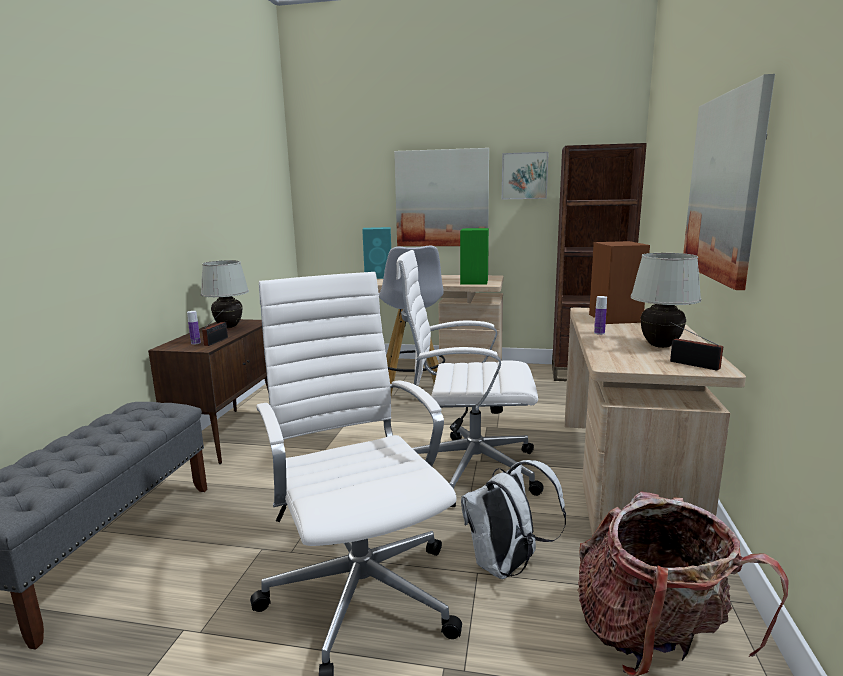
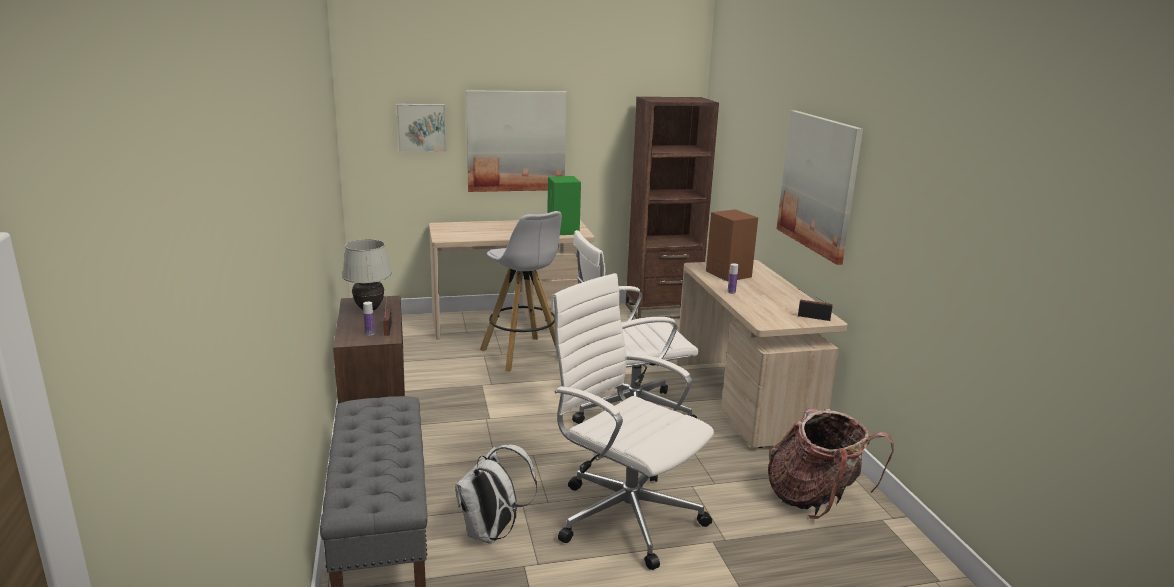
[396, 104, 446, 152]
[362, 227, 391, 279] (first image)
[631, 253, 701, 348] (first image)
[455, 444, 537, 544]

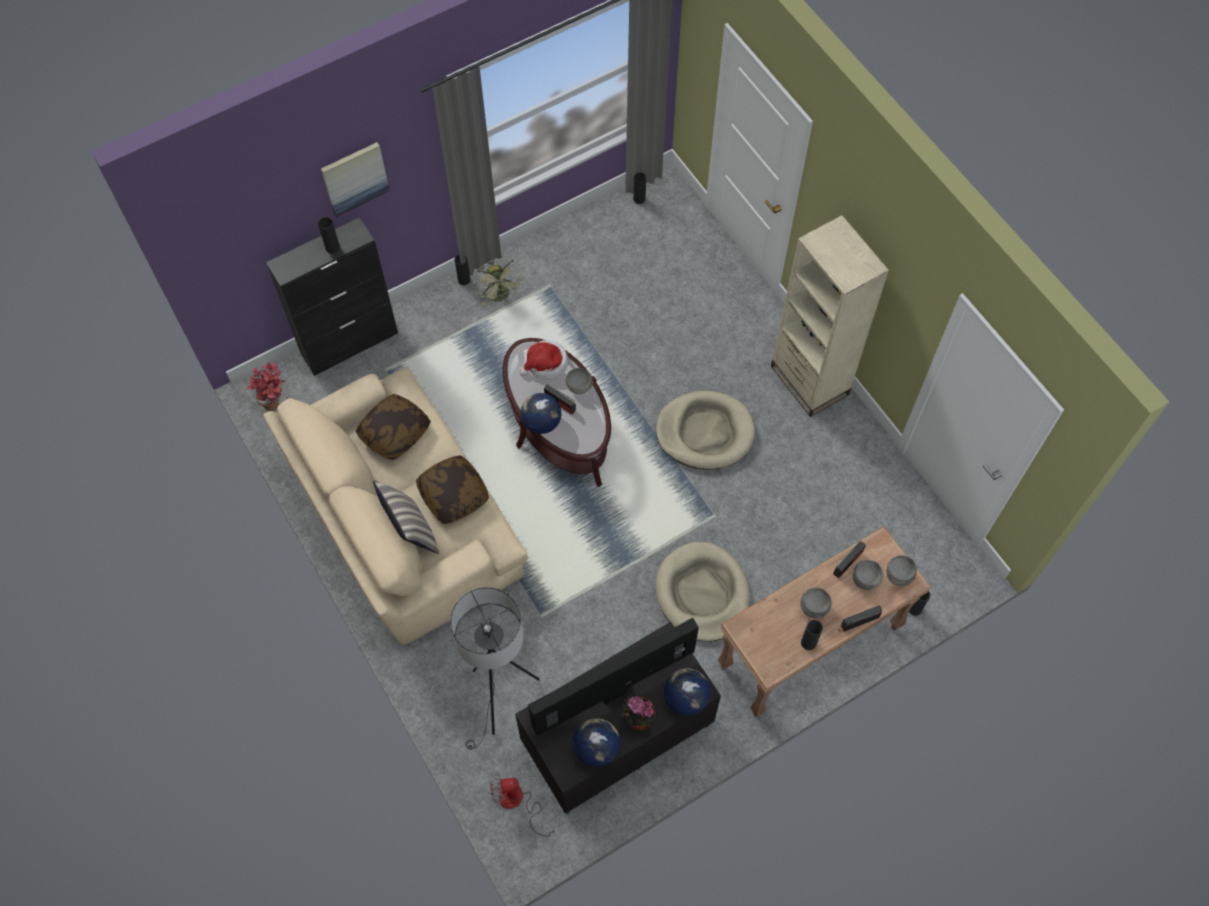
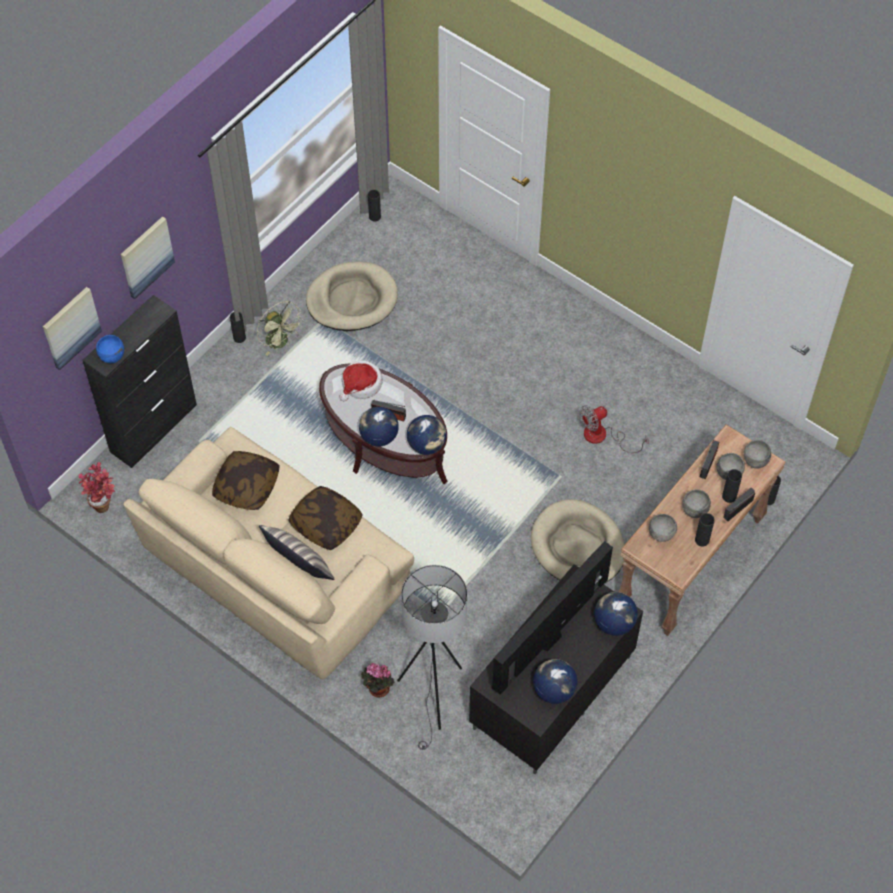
[771, 215, 889, 417] (first image)
[722, 469, 742, 503]
[649, 514, 677, 542]
[306, 262, 398, 331]
[361, 663, 394, 698]
[580, 405, 649, 453]
[43, 287, 102, 370]
[96, 335, 124, 363]
[407, 415, 447, 455]

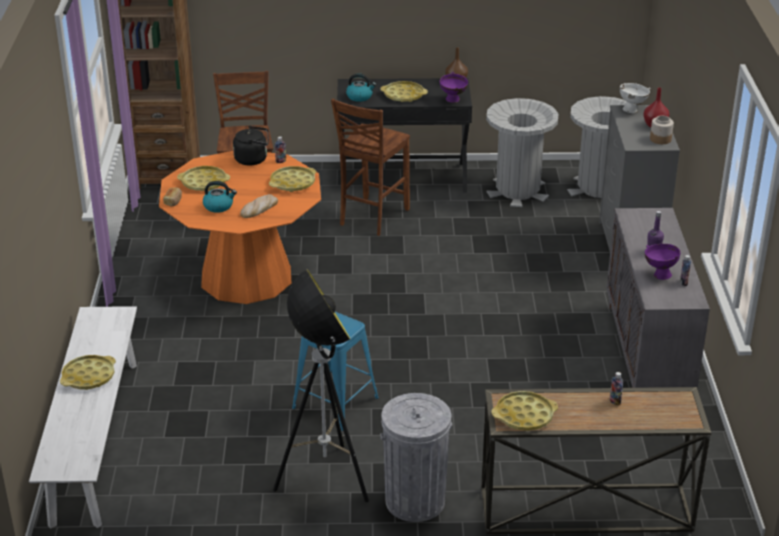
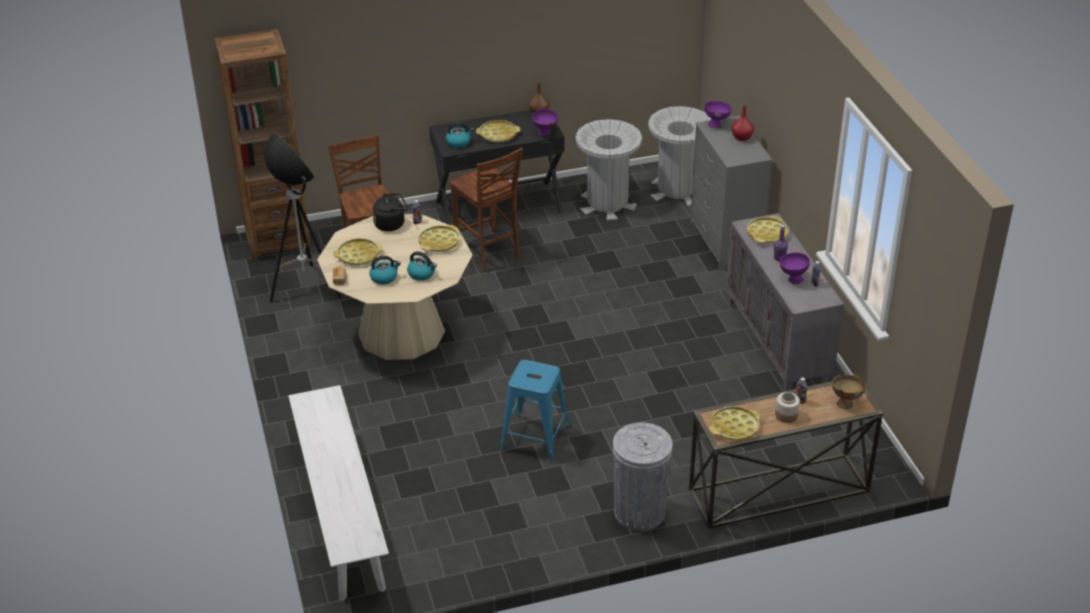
[705, 101, 732, 128]
[450, 148, 523, 272]
[775, 392, 800, 423]
[317, 214, 473, 360]
[407, 251, 437, 281]
[264, 132, 341, 303]
[747, 216, 789, 243]
[832, 374, 866, 409]

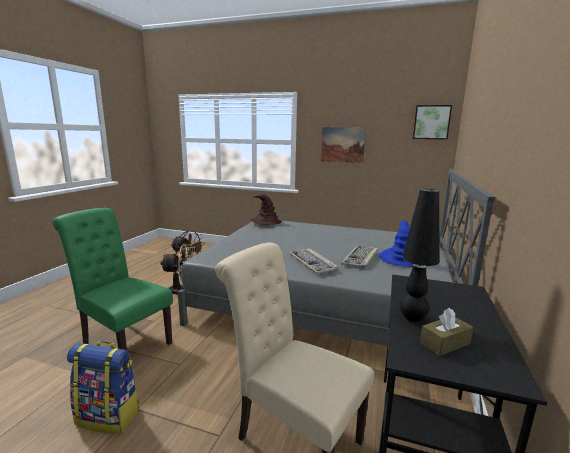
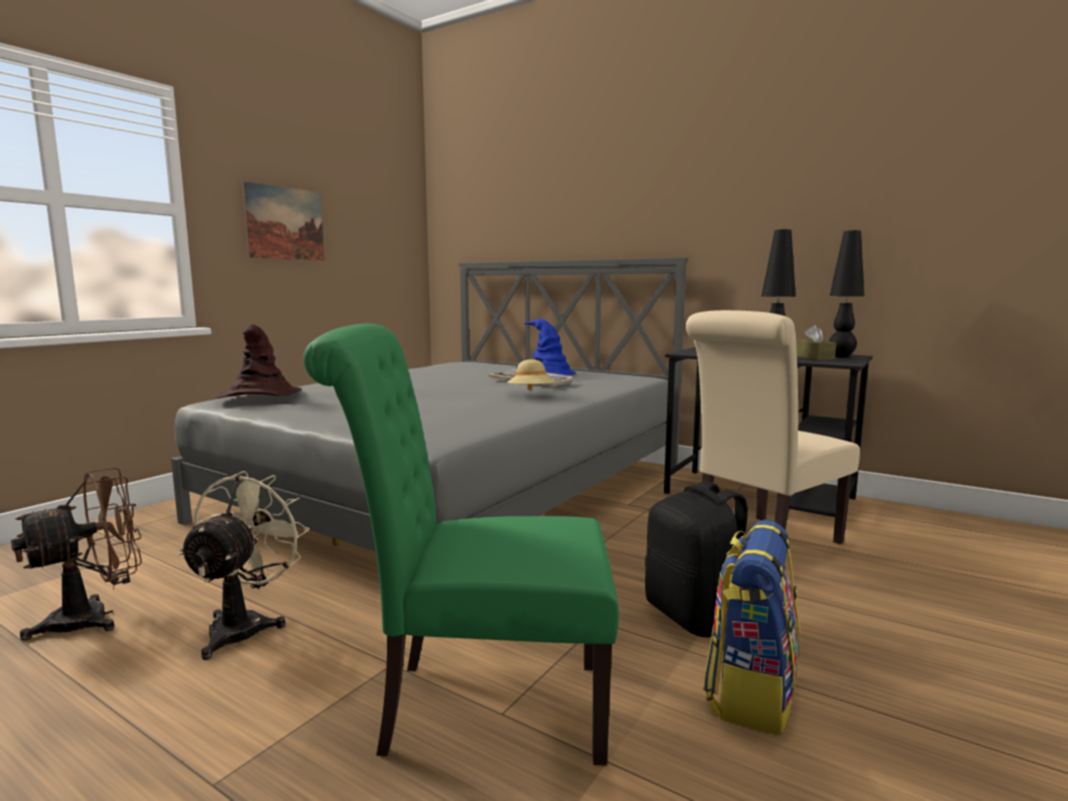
[413, 105, 452, 140] (first image)
[303, 324, 619, 765]
[506, 359, 556, 391]
[829, 230, 864, 357]
[645, 481, 748, 637]

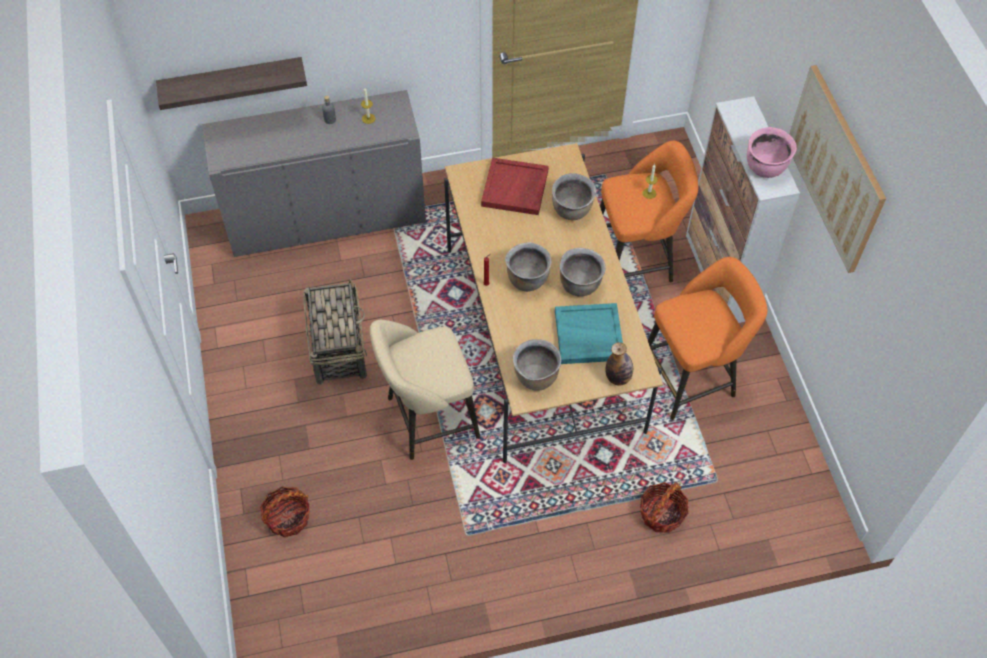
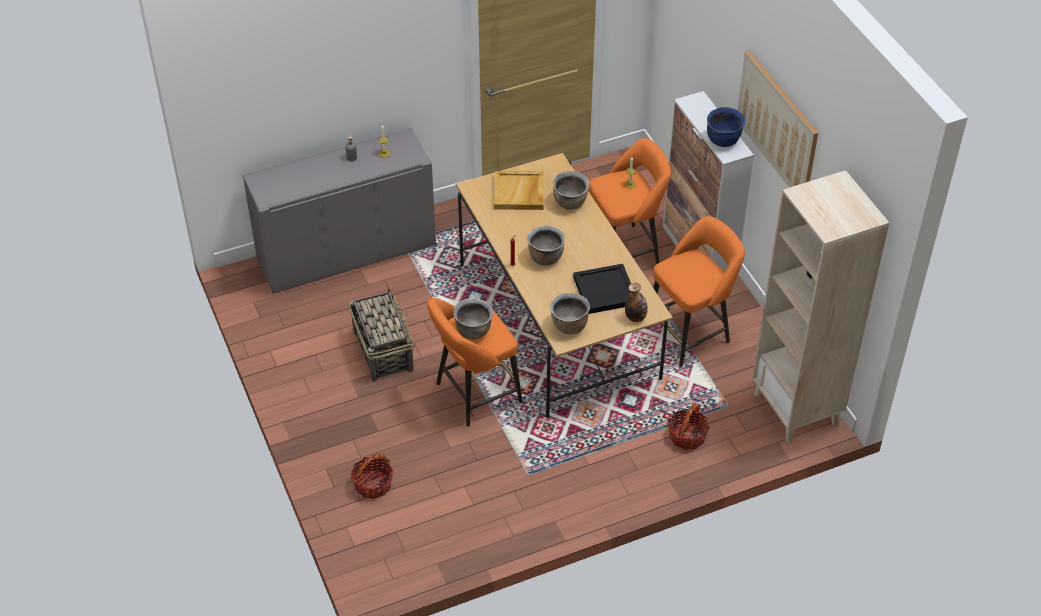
[156, 57, 307, 110] (first image)
[707, 107, 745, 147]
[494, 171, 544, 210]
[454, 298, 493, 340]
[573, 264, 631, 314]
[427, 298, 523, 427]
[752, 170, 889, 443]

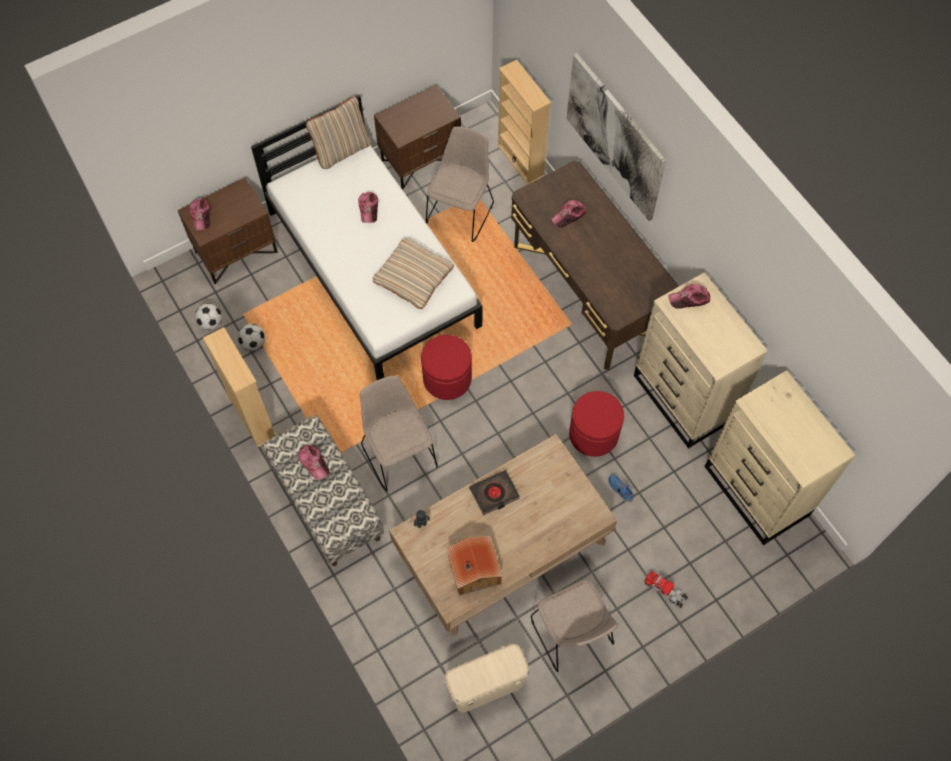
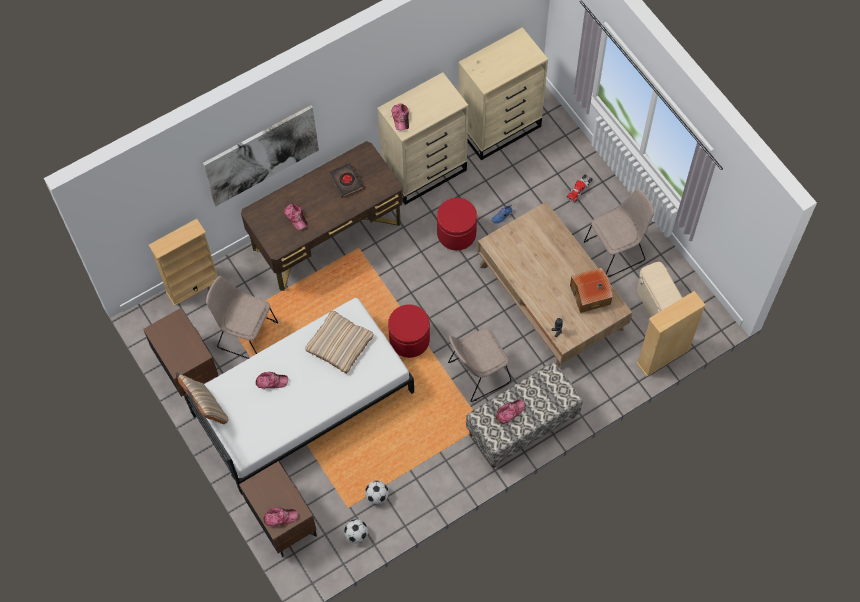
[636, 291, 706, 376]
[329, 163, 364, 198]

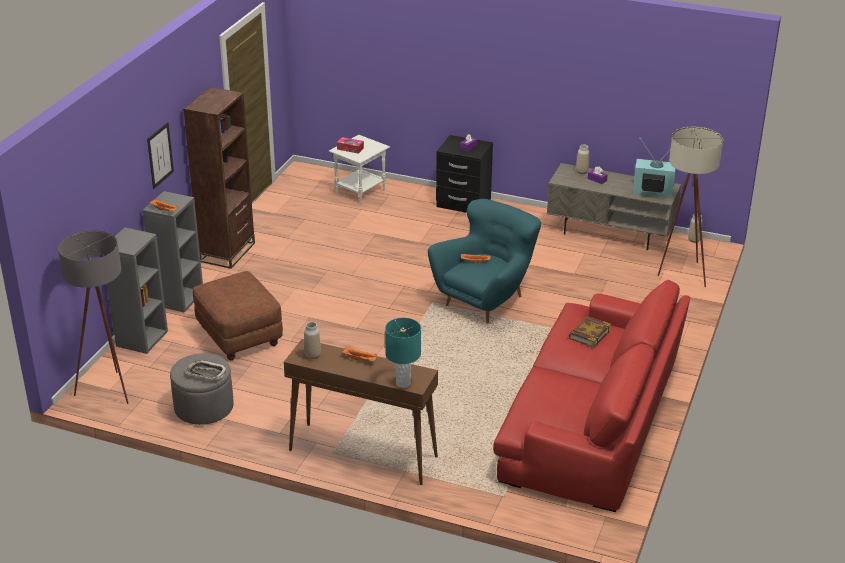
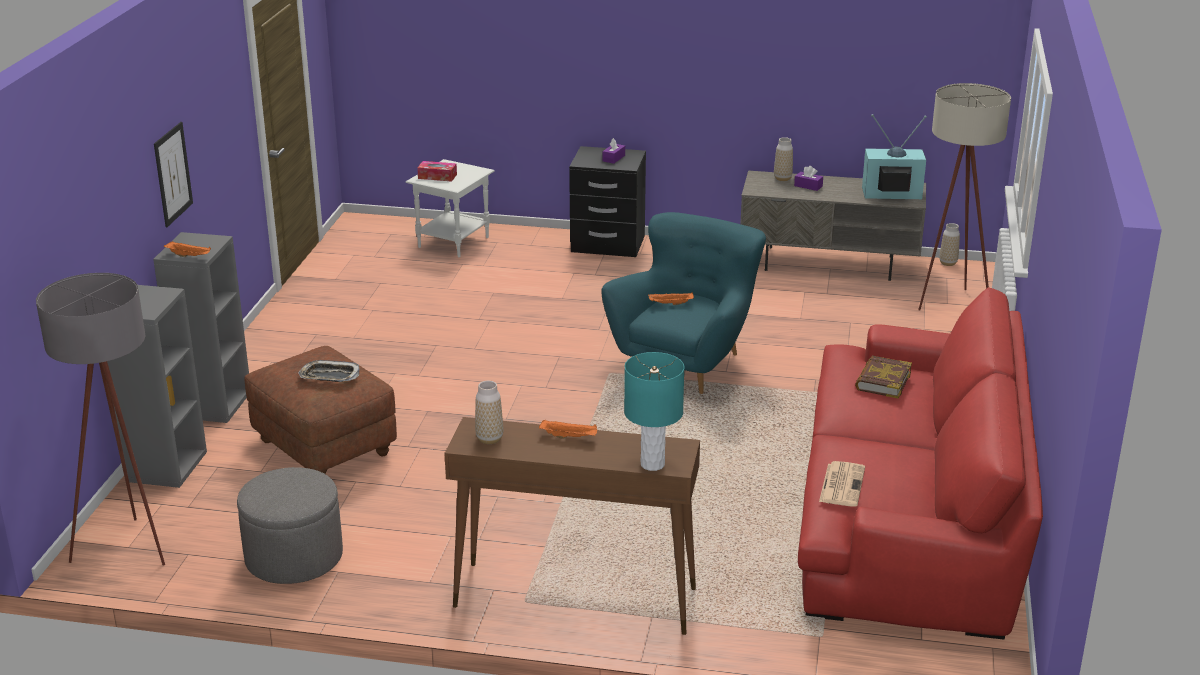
[183, 87, 255, 269] (first image)
[298, 360, 359, 382]
[819, 461, 865, 507]

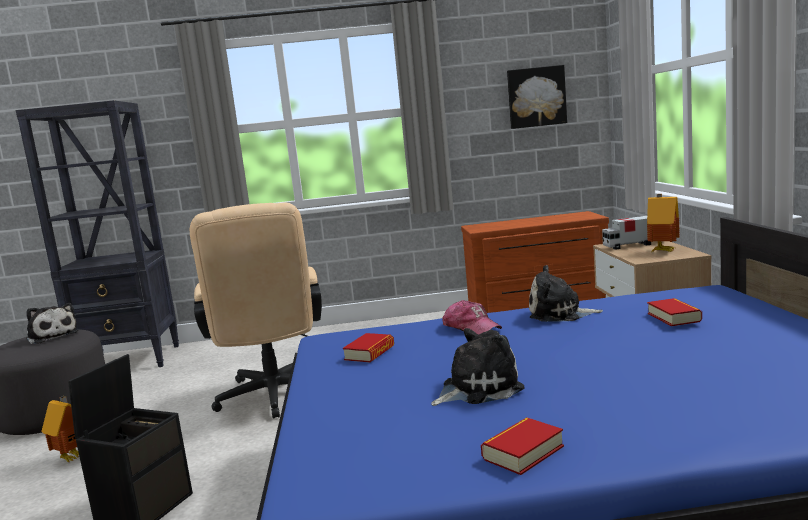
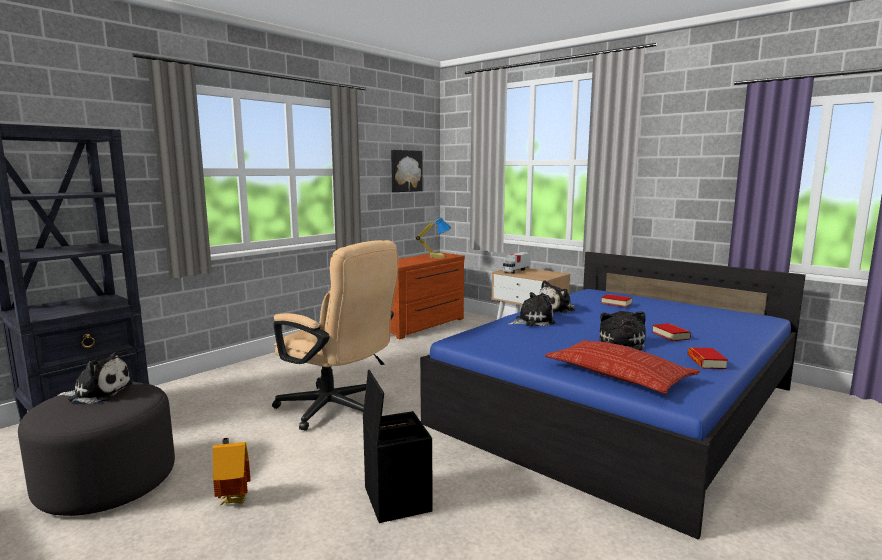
[647, 194, 680, 252] (first image)
[508, 292, 555, 326]
[652, 323, 691, 341]
[416, 217, 451, 258]
[545, 340, 700, 394]

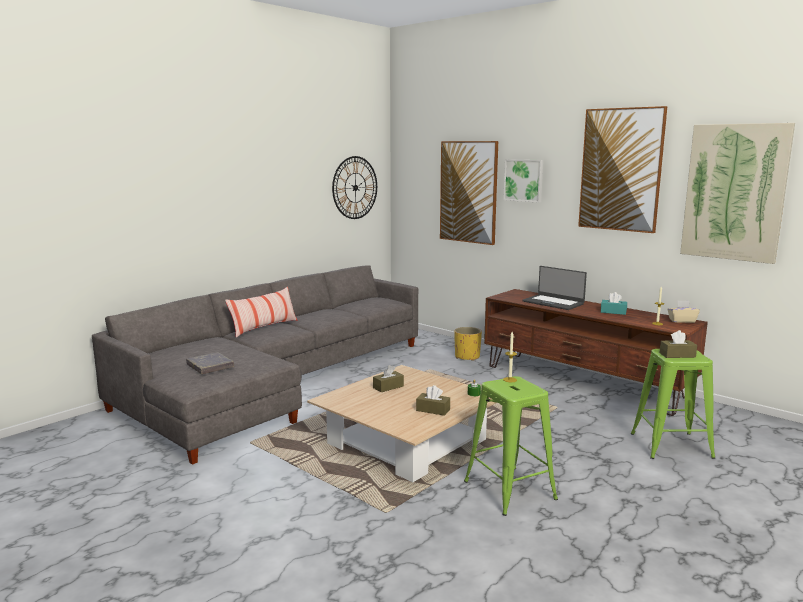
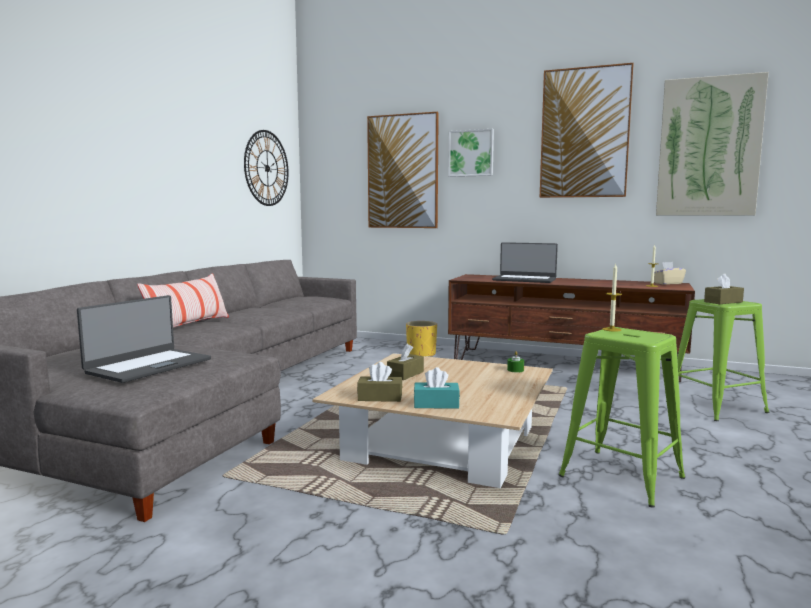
[414, 367, 460, 409]
[77, 295, 211, 383]
[357, 362, 402, 402]

